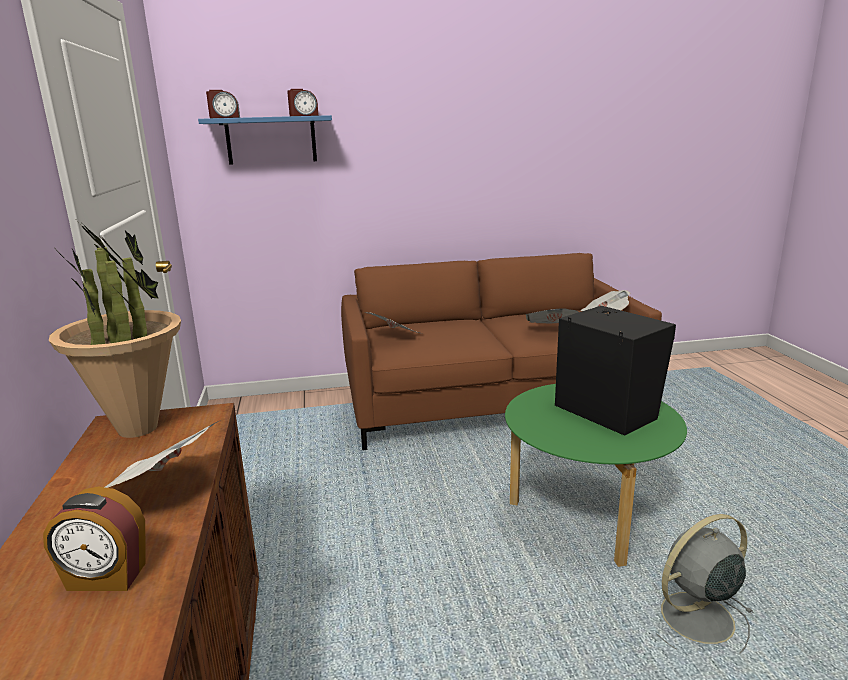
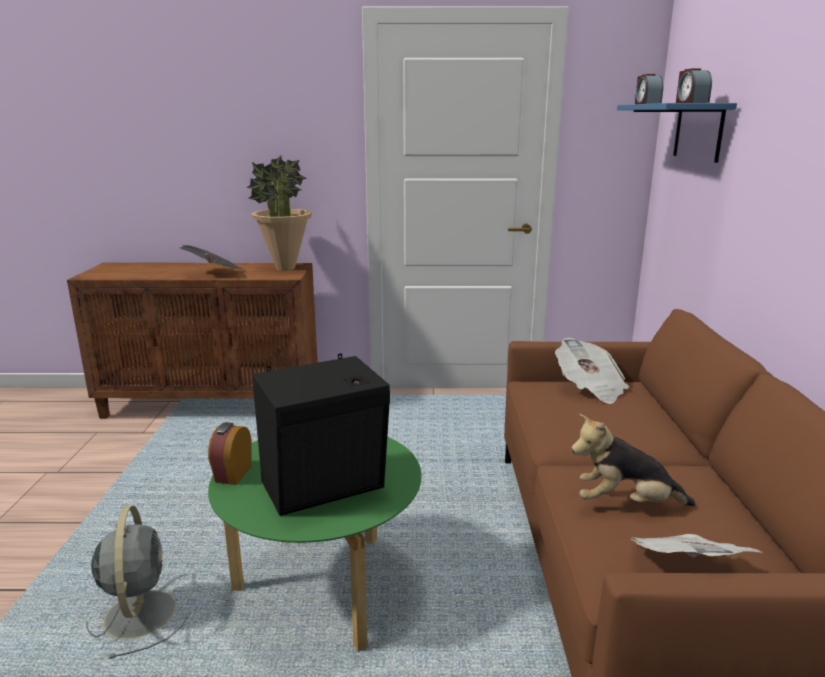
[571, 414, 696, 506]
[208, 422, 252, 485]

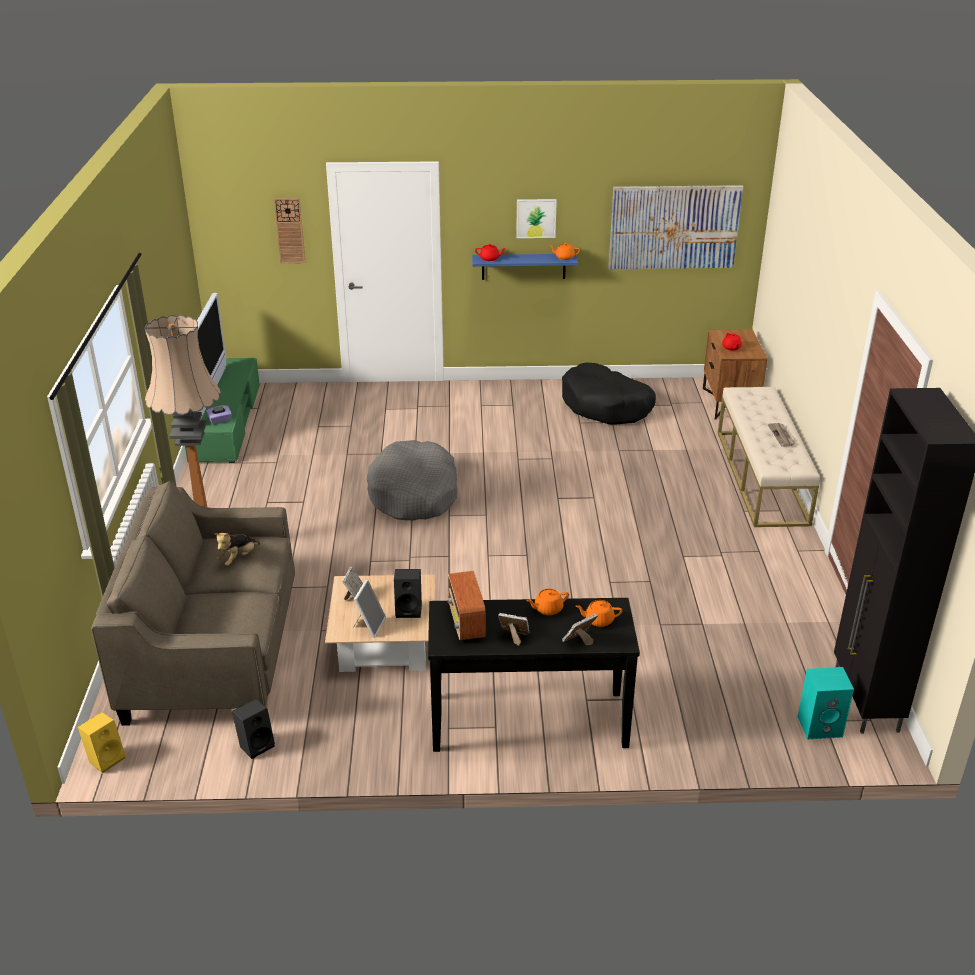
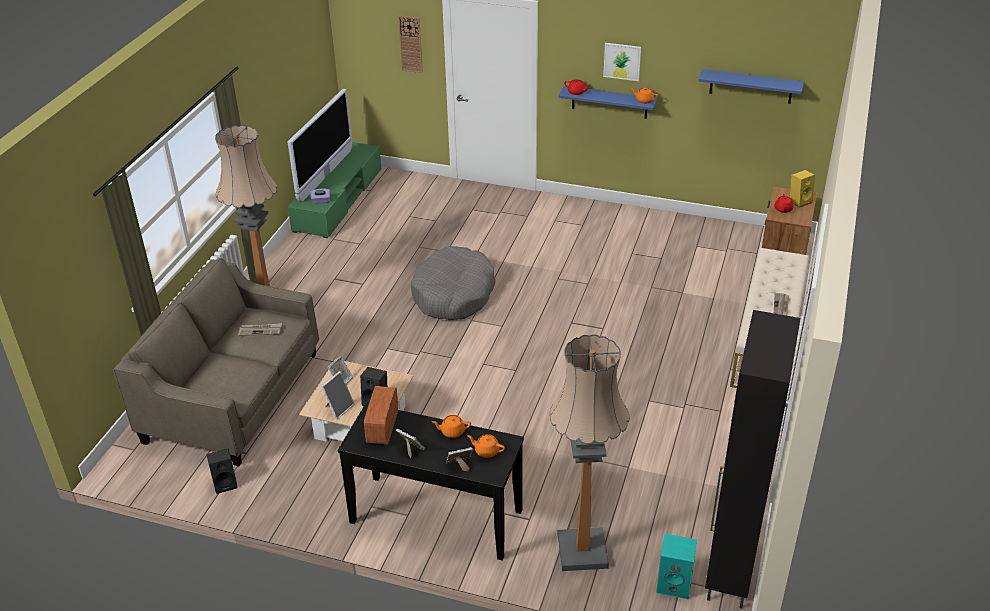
[699, 69, 804, 104]
[562, 363, 656, 425] (first image)
[238, 323, 282, 336]
[790, 170, 815, 208]
[550, 334, 630, 571]

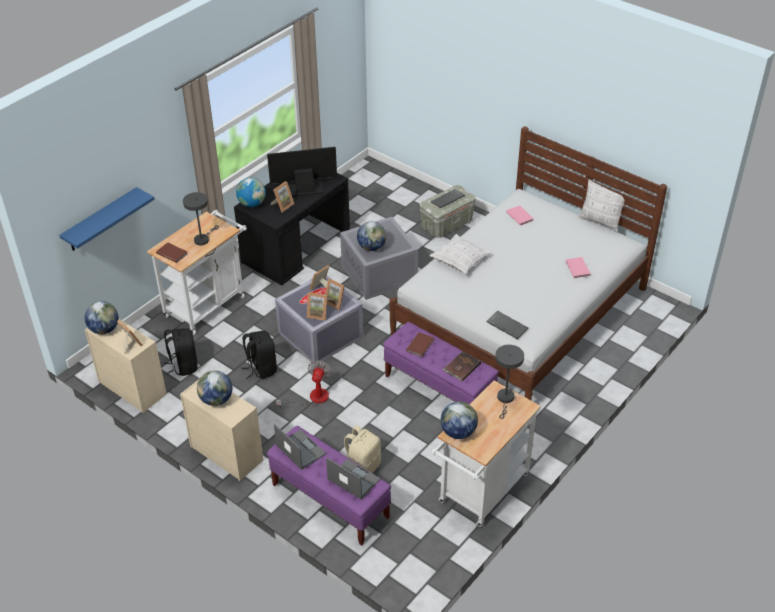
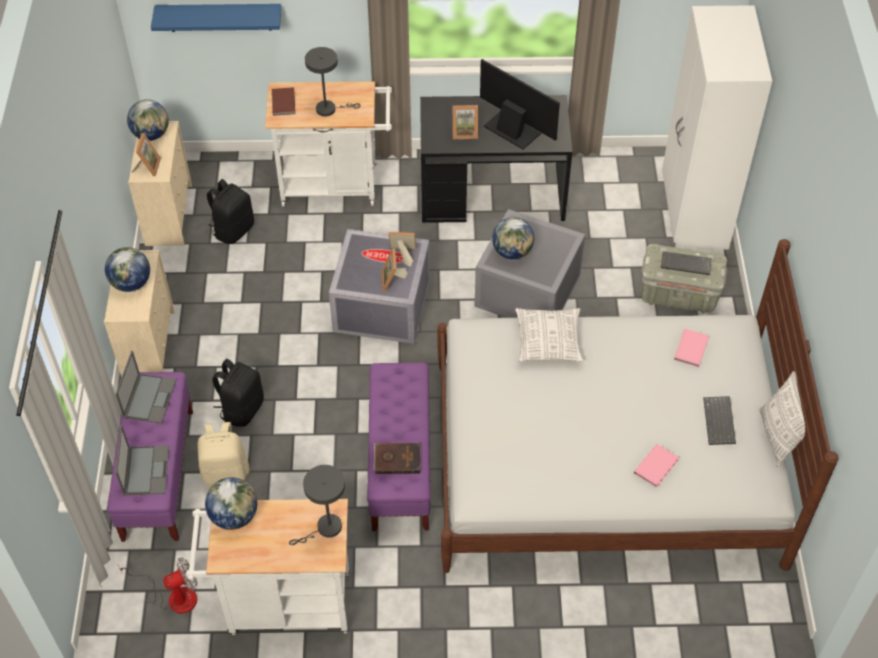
[236, 178, 266, 207] (first image)
[307, 292, 327, 321] (first image)
[703, 396, 736, 445]
[212, 359, 264, 427]
[406, 332, 434, 357] (first image)
[118, 558, 198, 614]
[662, 5, 772, 250]

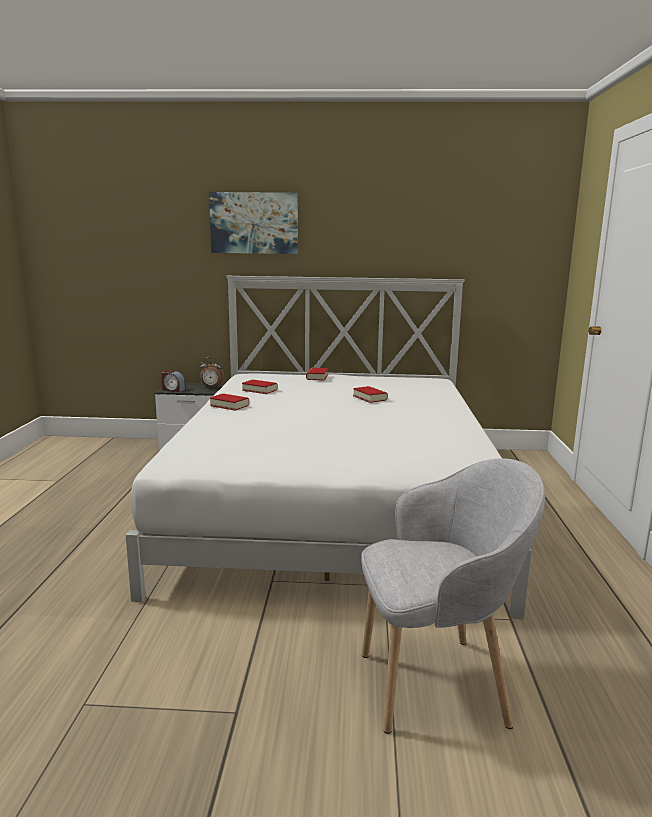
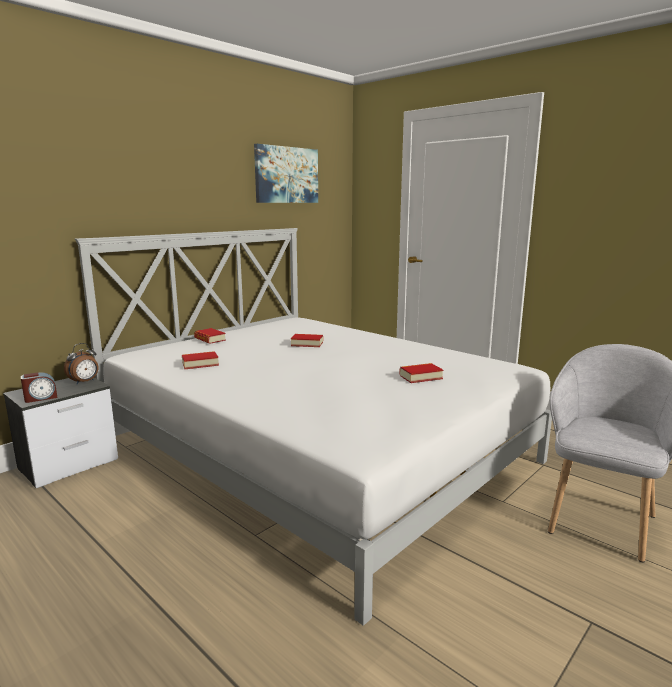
[254, 144, 318, 203]
[399, 363, 443, 383]

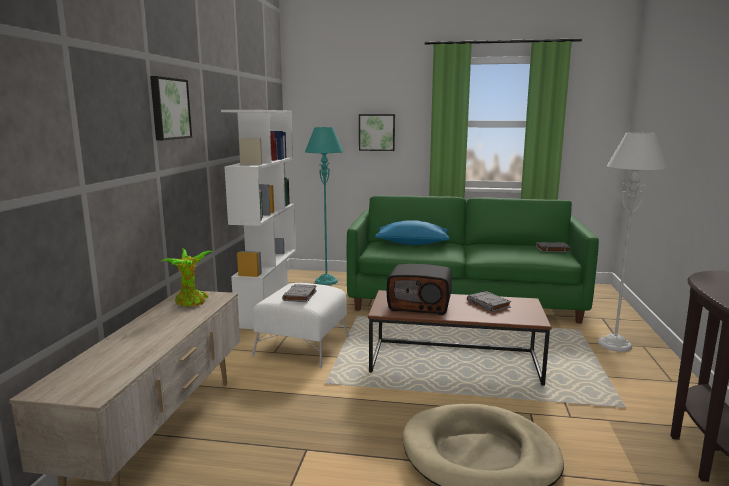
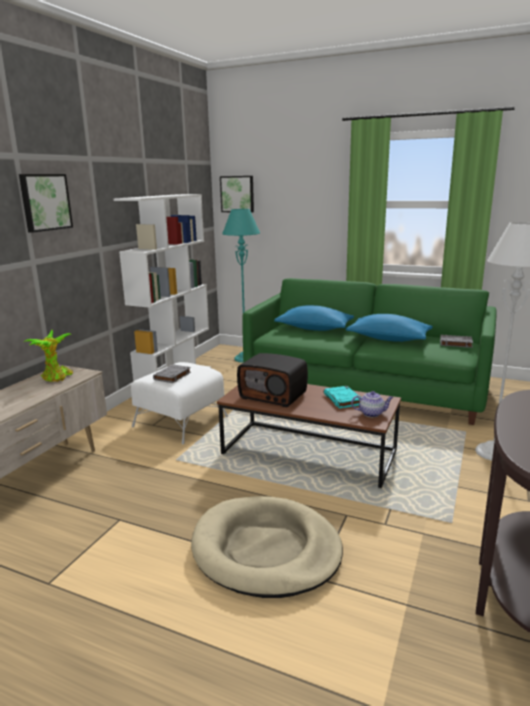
[220, 176, 254, 213]
[324, 386, 361, 408]
[346, 314, 433, 342]
[351, 391, 393, 417]

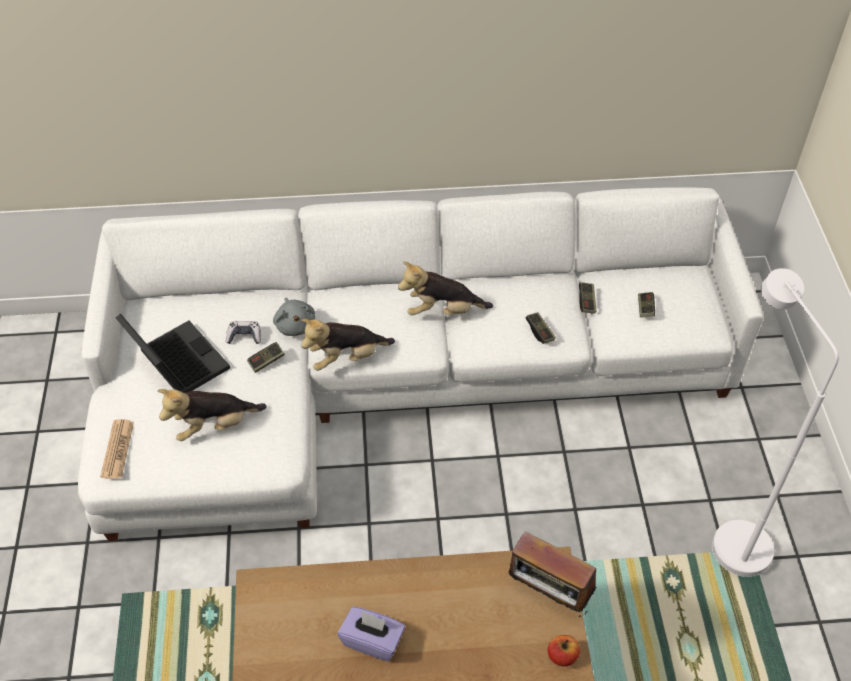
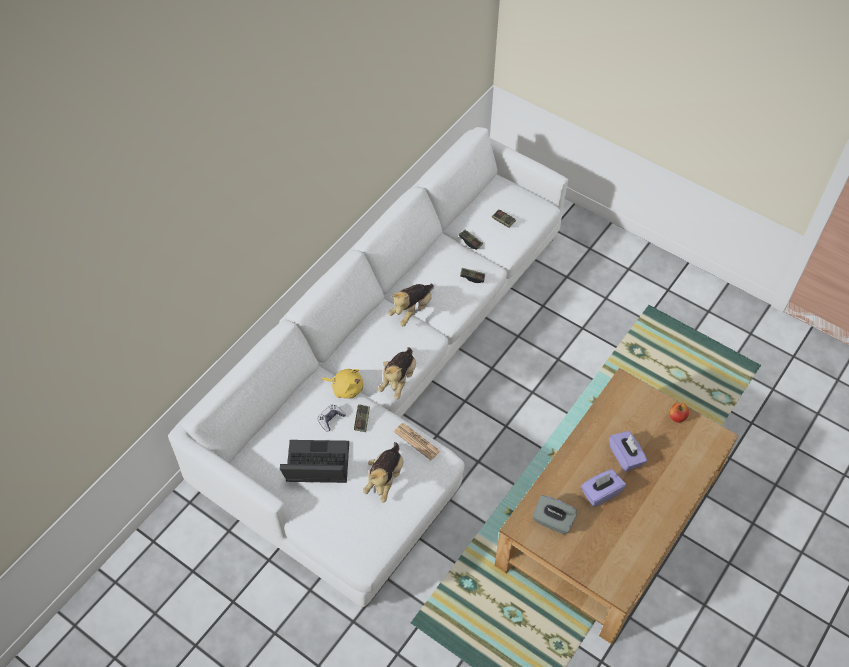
[712, 268, 839, 577] (first image)
[322, 369, 363, 399]
[394, 423, 440, 460]
[508, 531, 597, 617] (first image)
[609, 431, 647, 472]
[532, 495, 578, 534]

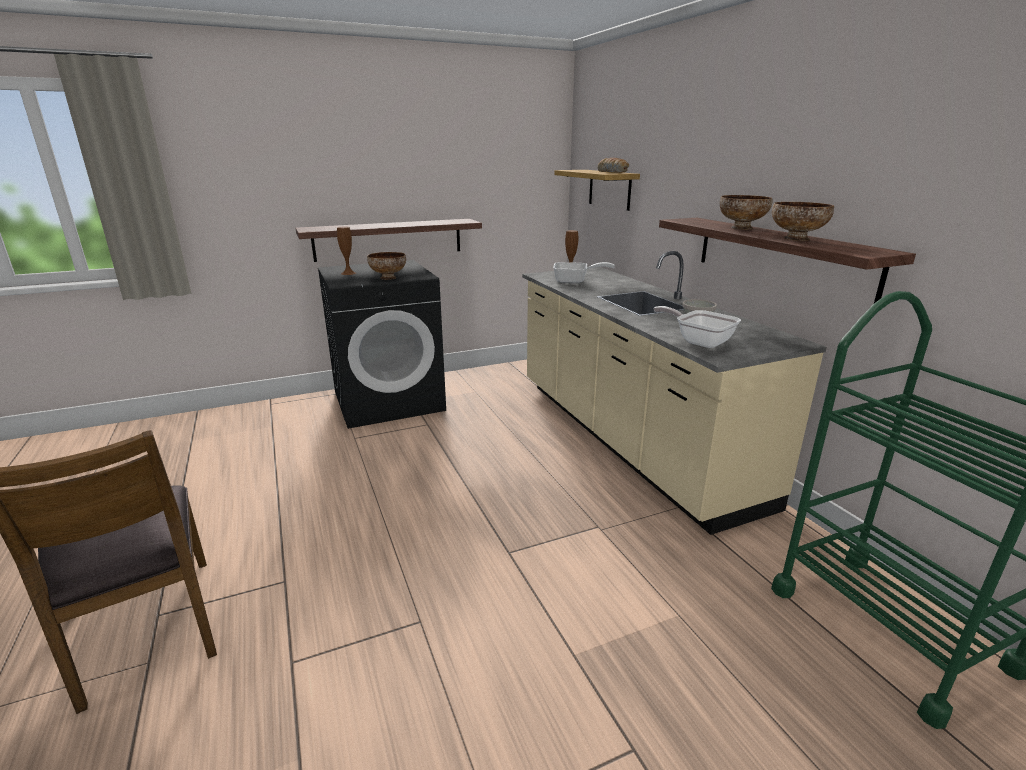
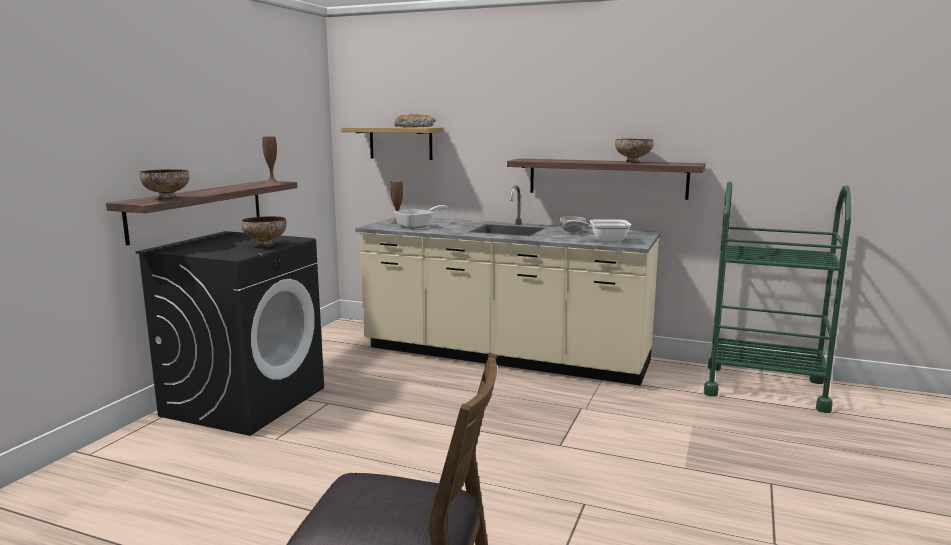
[140, 169, 190, 200]
[262, 136, 279, 184]

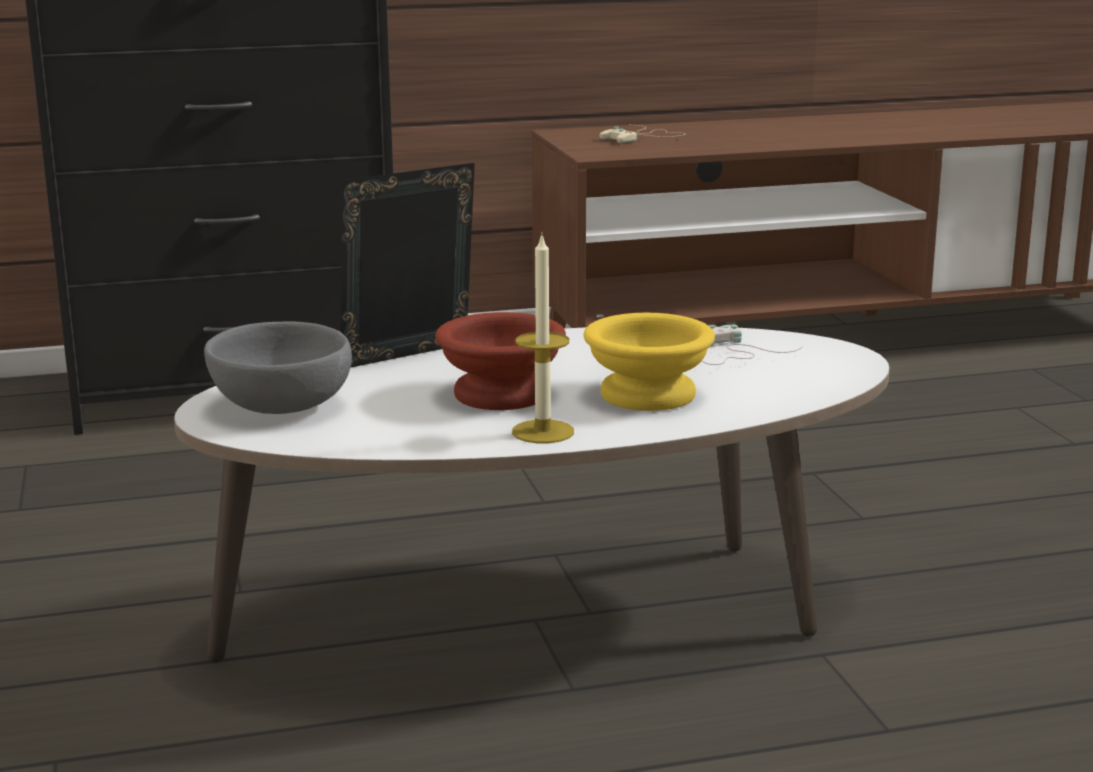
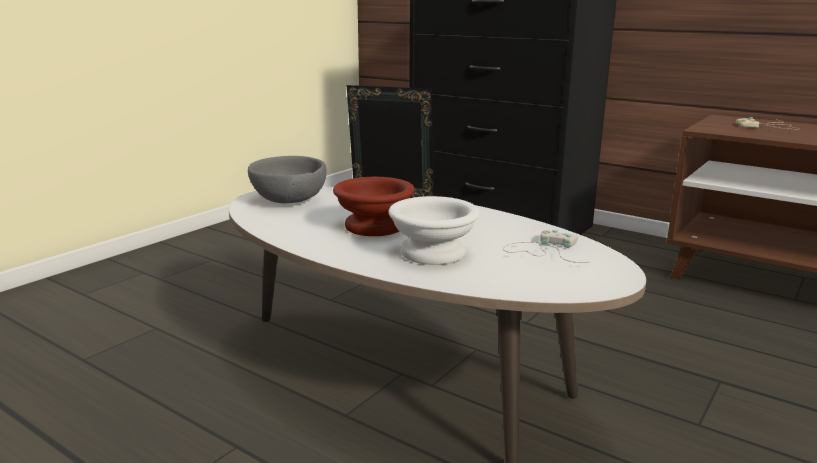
[512, 232, 574, 443] (first image)
[389, 196, 480, 265]

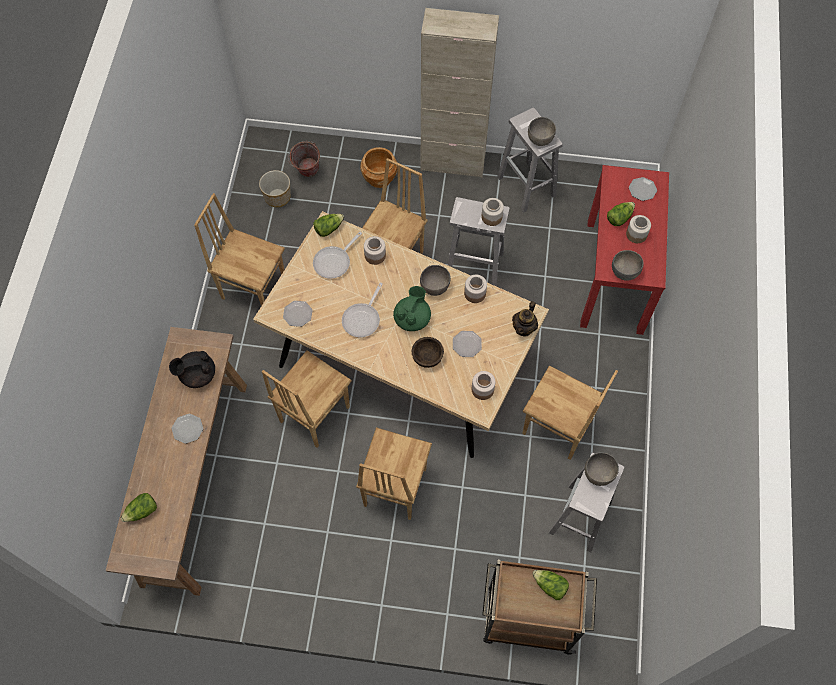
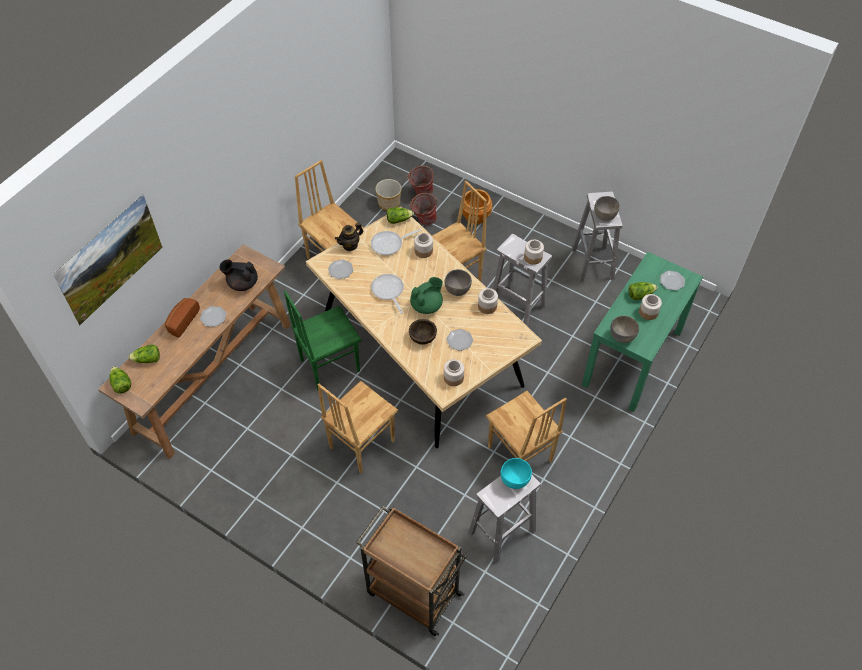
[421, 8, 499, 178] (first image)
[582, 252, 703, 412]
[371, 274, 404, 314]
[335, 223, 363, 251]
[284, 290, 362, 390]
[501, 458, 532, 489]
[109, 366, 131, 394]
[410, 193, 437, 225]
[53, 194, 163, 326]
[165, 298, 200, 338]

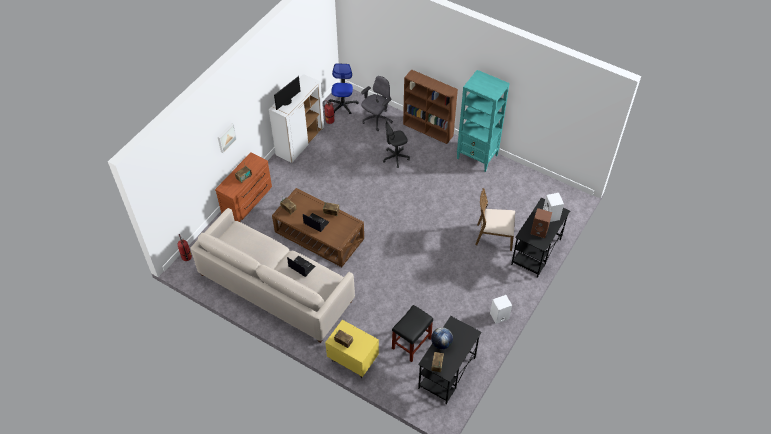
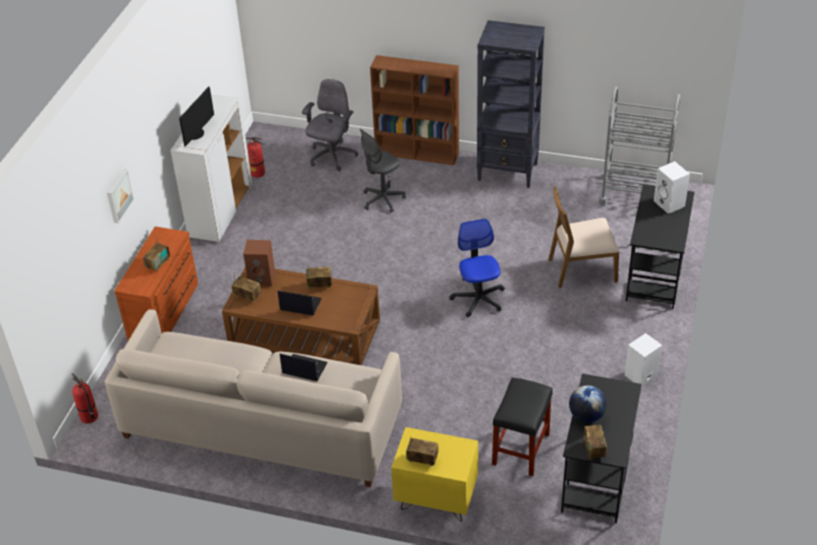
[449, 219, 505, 317]
[477, 20, 545, 188]
[243, 240, 275, 286]
[599, 86, 680, 205]

